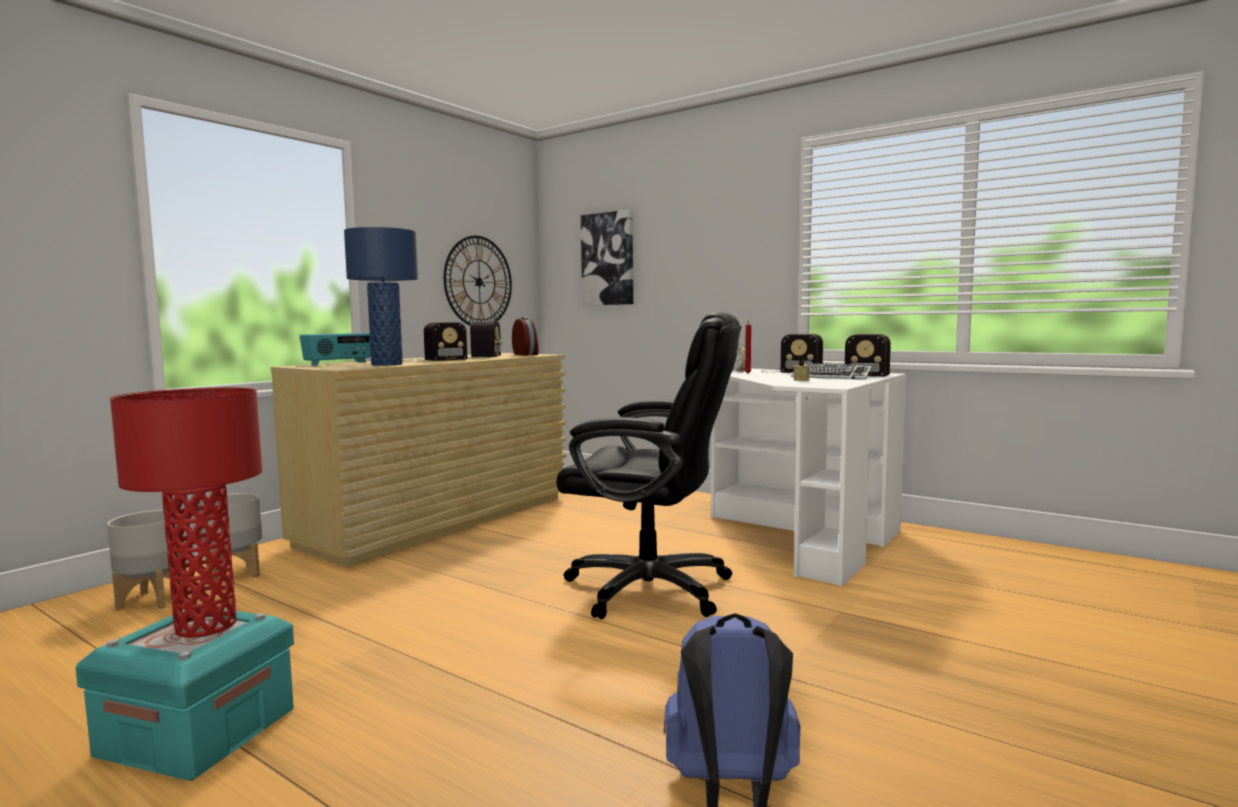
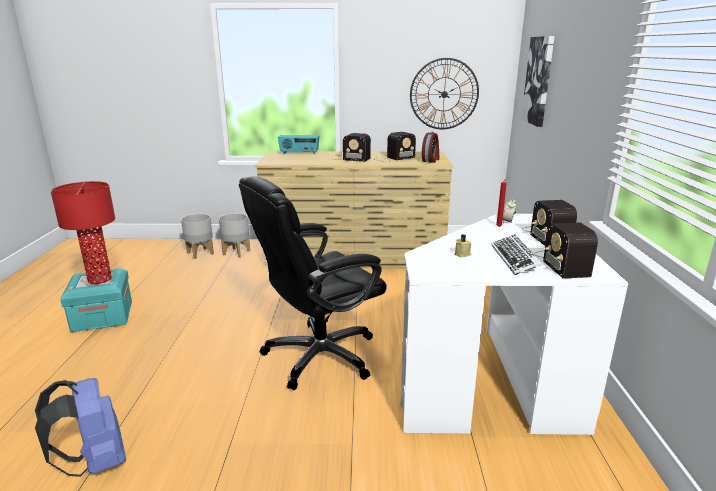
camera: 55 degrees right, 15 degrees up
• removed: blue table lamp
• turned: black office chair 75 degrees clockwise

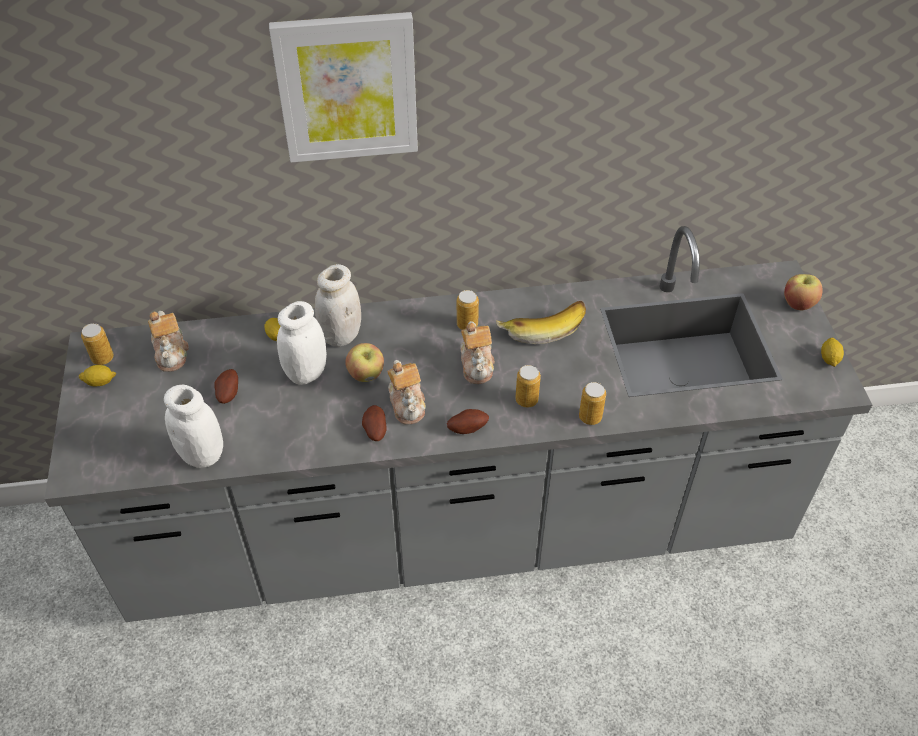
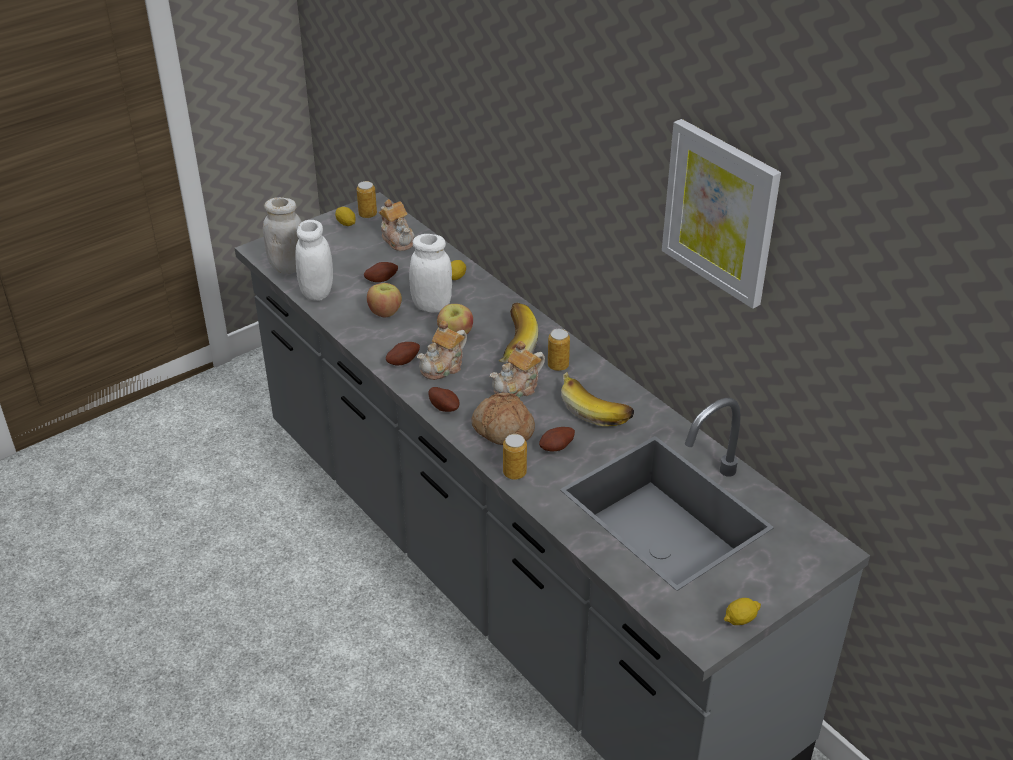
camera: 60 degrees right, 10 degrees down
• added: banana (1st from left)
• added: potato (4th from left)
• moved: picture
• moved: white jar (3rd from left in the first image) to white jar (1st from left)
• moved: apple (2nd from left in the first image) to apple (1st from left)
• replaced: can (3rd from left) to bread
• turned: teapot (1st from left) 75 degrees counterclockwise

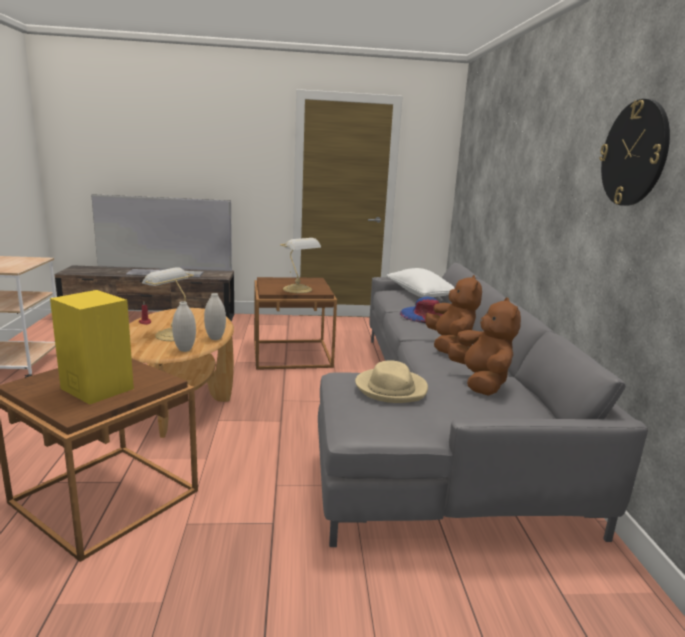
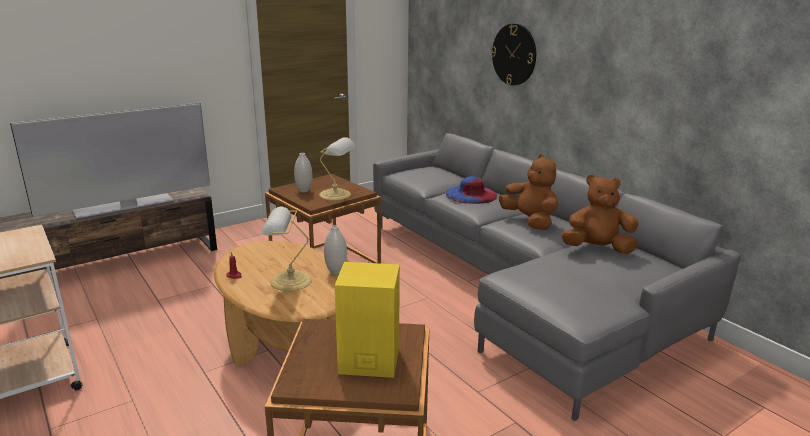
camera: 30 degrees left, 5 degrees up
• removed: beige hat
• removed: white pillow
• moved: white vase (1st from left)
• moved: wall clock
• turned: brown plush toy (2nd from left) 45 degrees counterclockwise

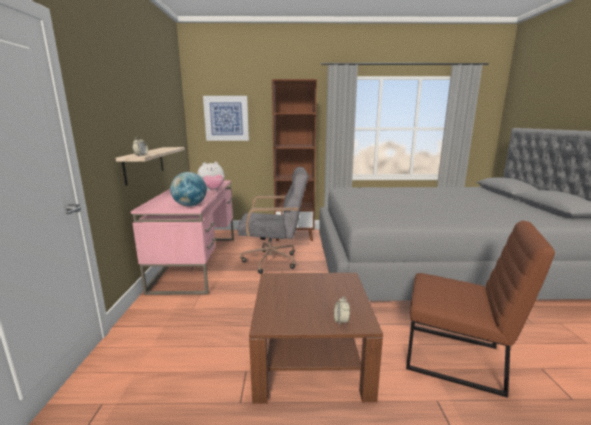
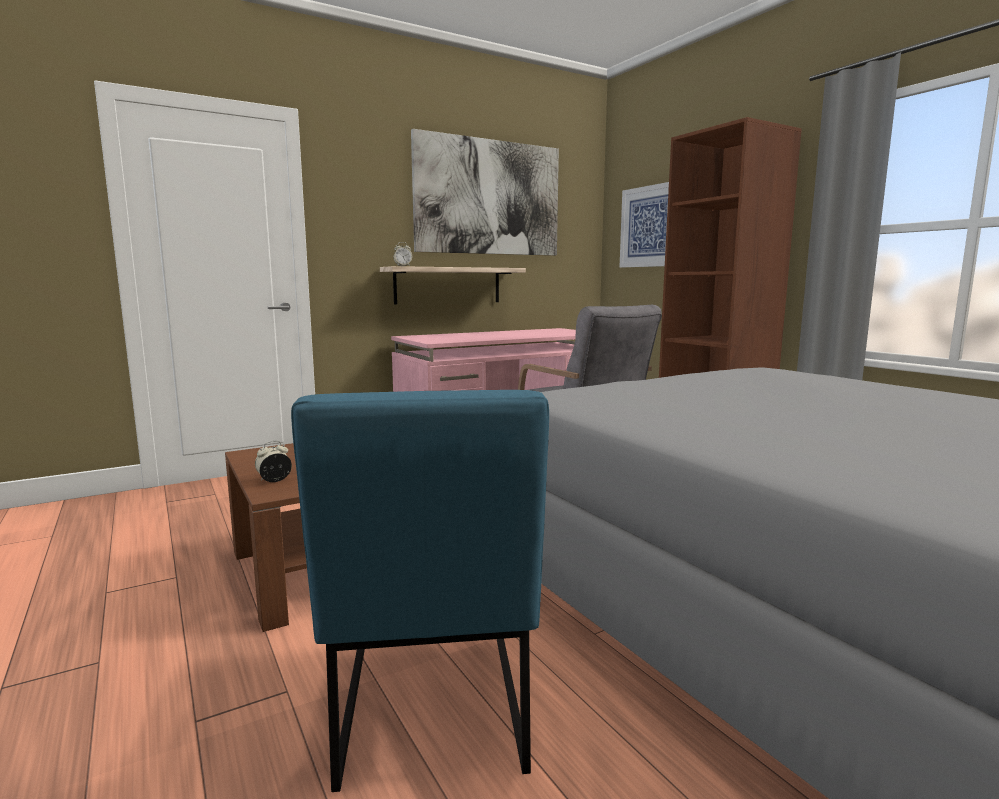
camera: 60 degrees right, 5 degrees down
• removed: globe
• removed: plush toy
• added: picture (1st from left)
• recoloured: brown chair to blue chair

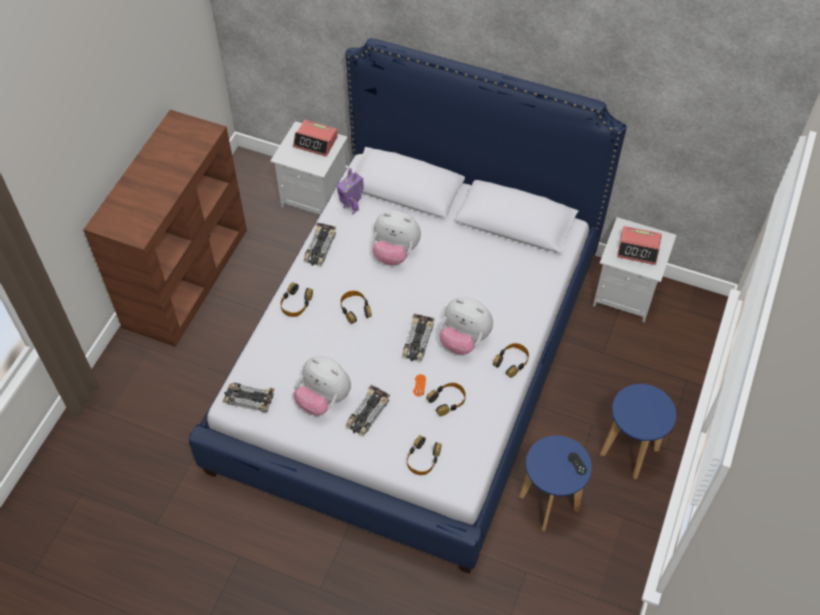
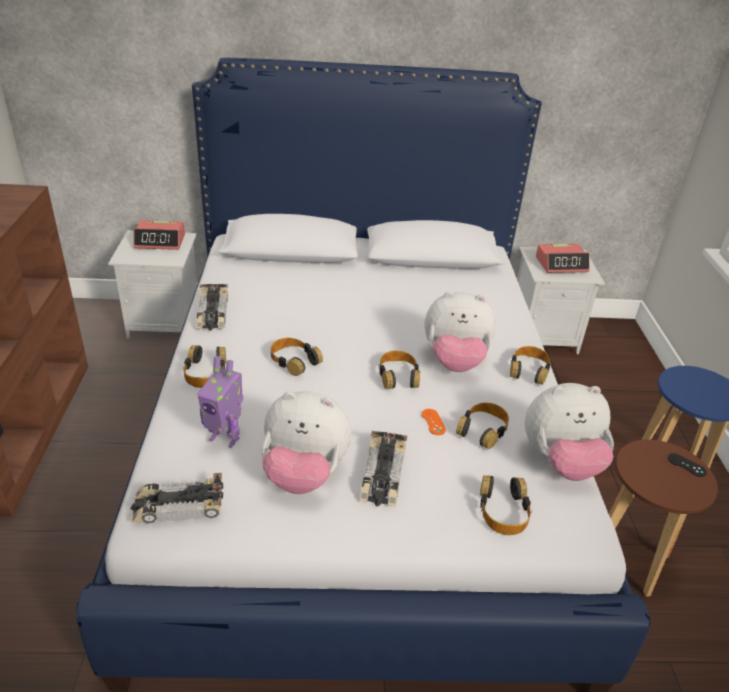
camera: 25 degrees left, 20 degrees down
• moved: toy robot
• moved: plush toy (2nd from left in the first image) to plush toy (3rd from left)
• replaced: toy car (4th from left) to headphones (3rd from left)
• recoloured: blue stool (1st from left) to brown stool

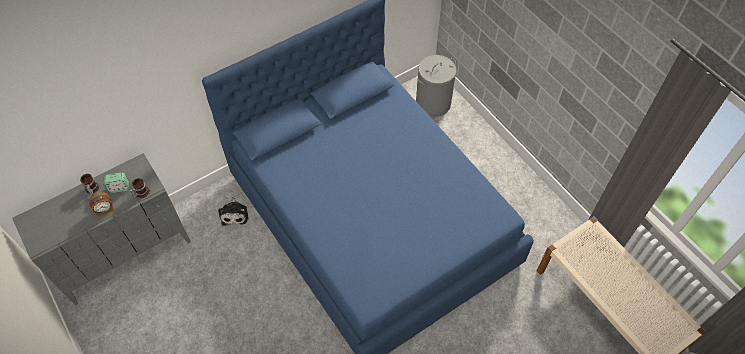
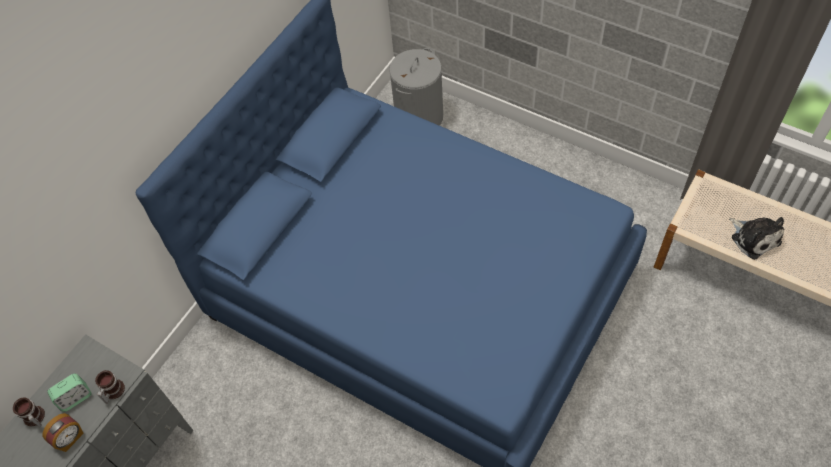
camera: 20 degrees left, 0 degrees up
• moved: plush toy

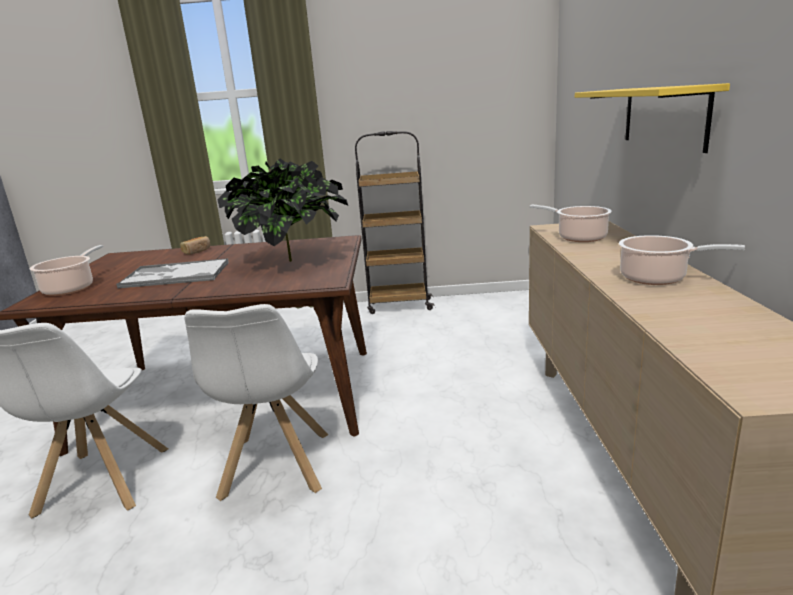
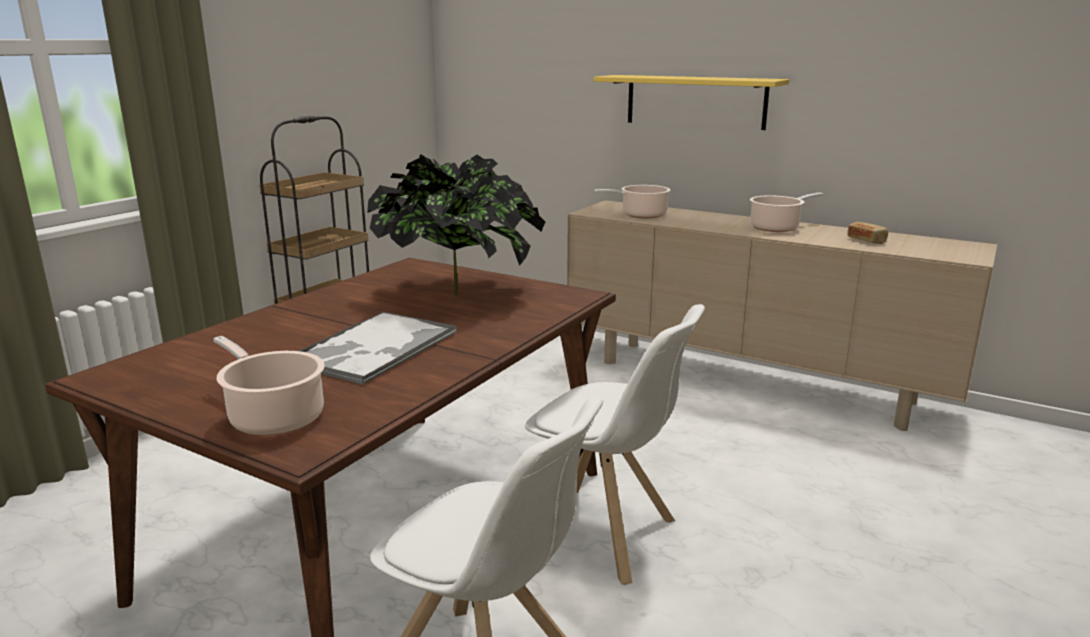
camera: 60 degrees left, 0 degrees up
• moved: bread

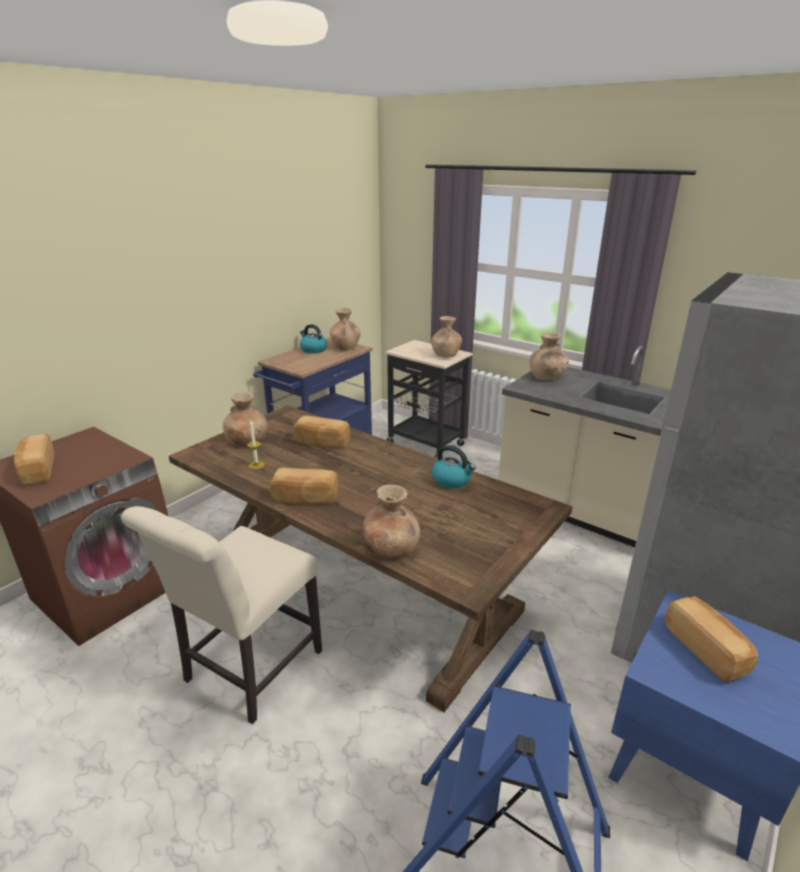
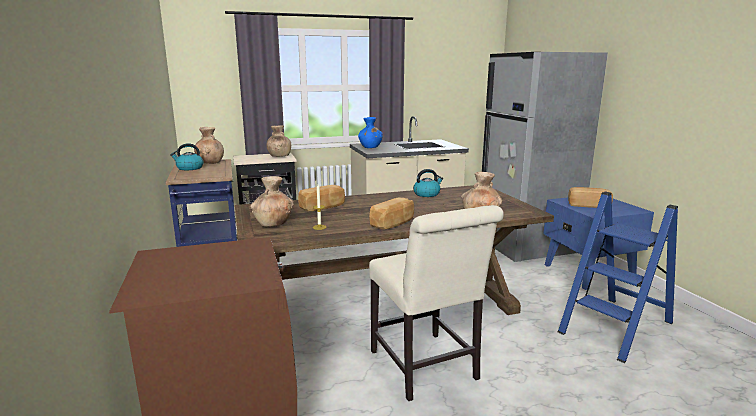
camera: 55 degrees left, 10 degrees down
• removed: bread (1st from left)
• recoloured: brown vase (5th from left) to blue vase

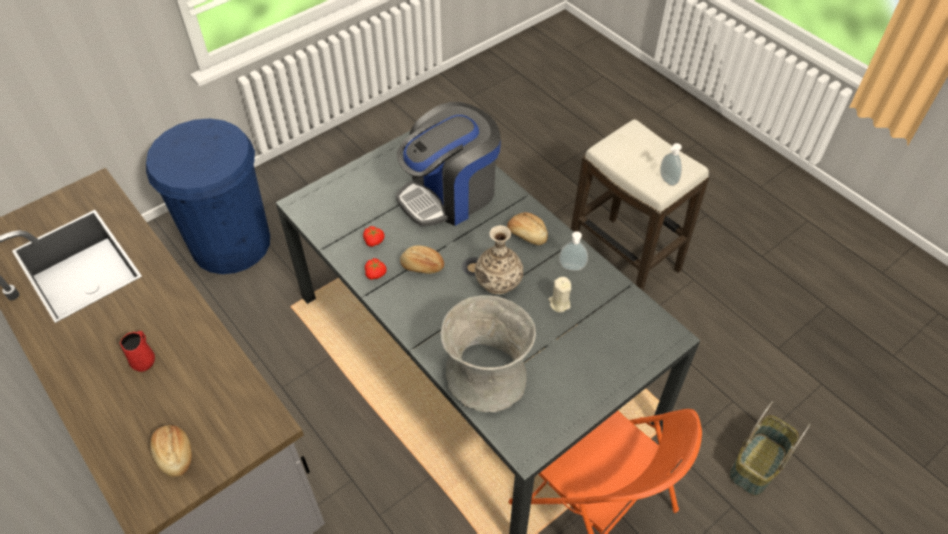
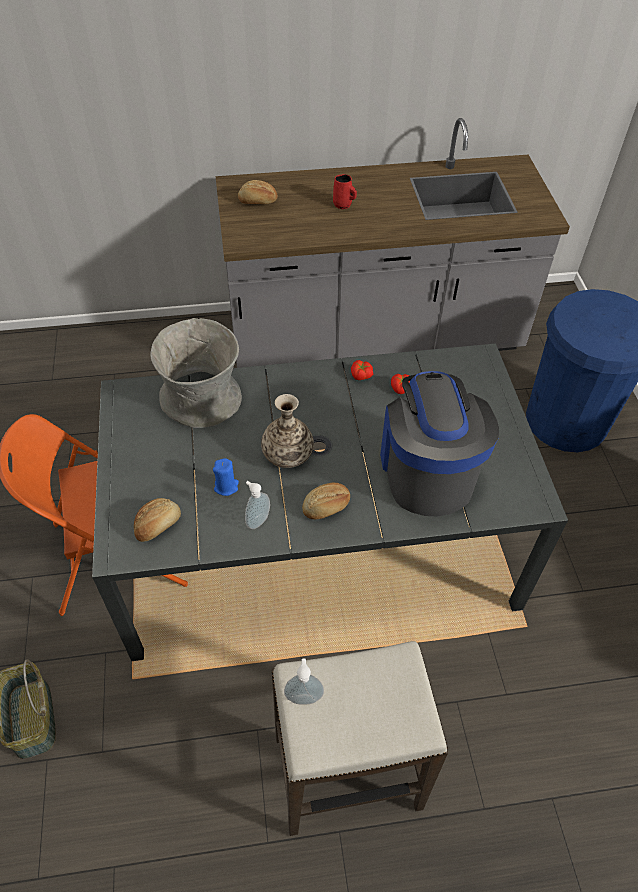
camera: 120 degrees right, 0 degrees up
• moved: bread (2nd from left in the first image) to bread (1st from left)
• recoloured: beige candle to blue candle

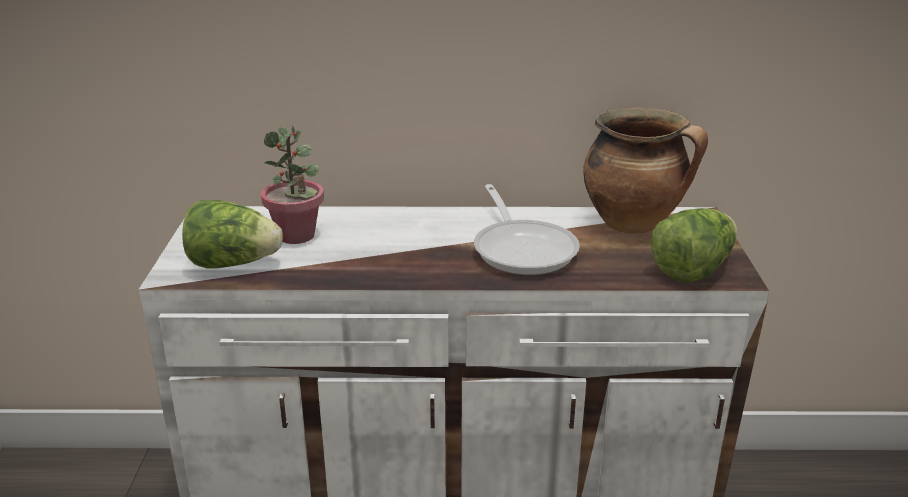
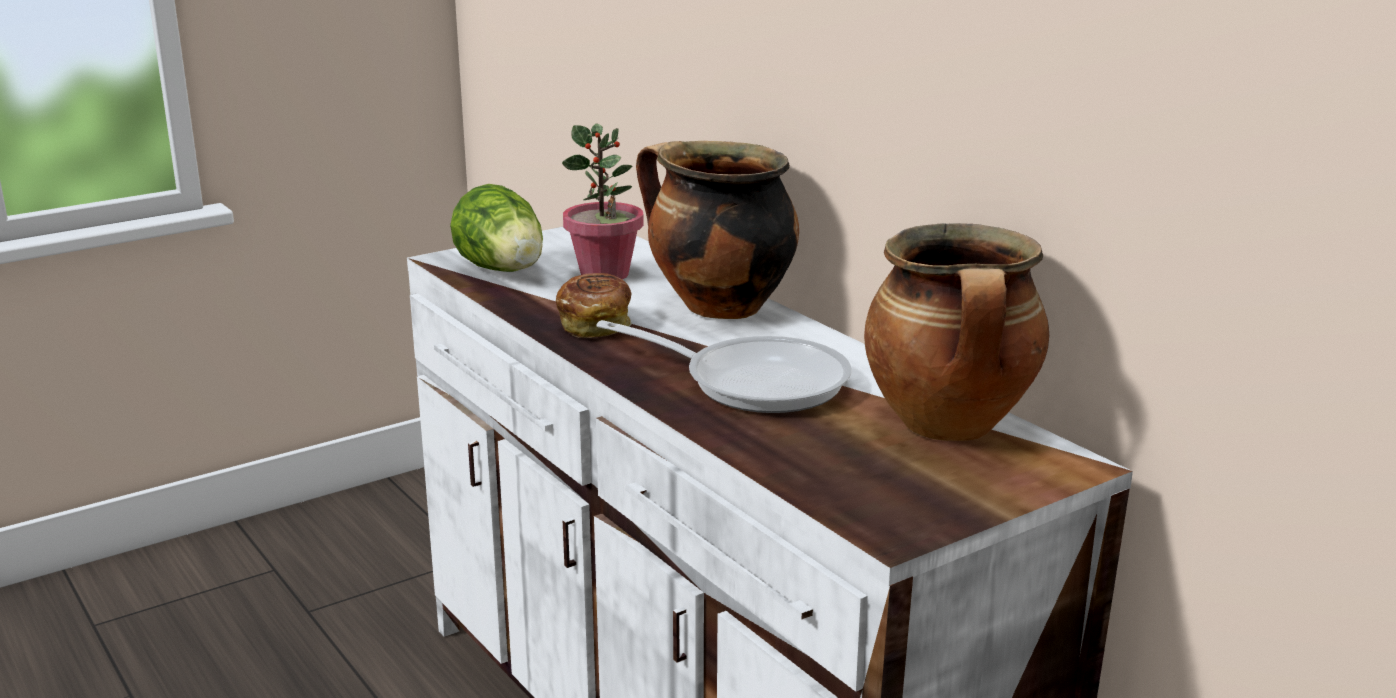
camera: 55 degrees right, 5 degrees down
• removed: lettuce (2nd from left)
• added: bread
• added: cooking pot (1st from left)
• turned: frying pan 105 degrees counterclockwise

